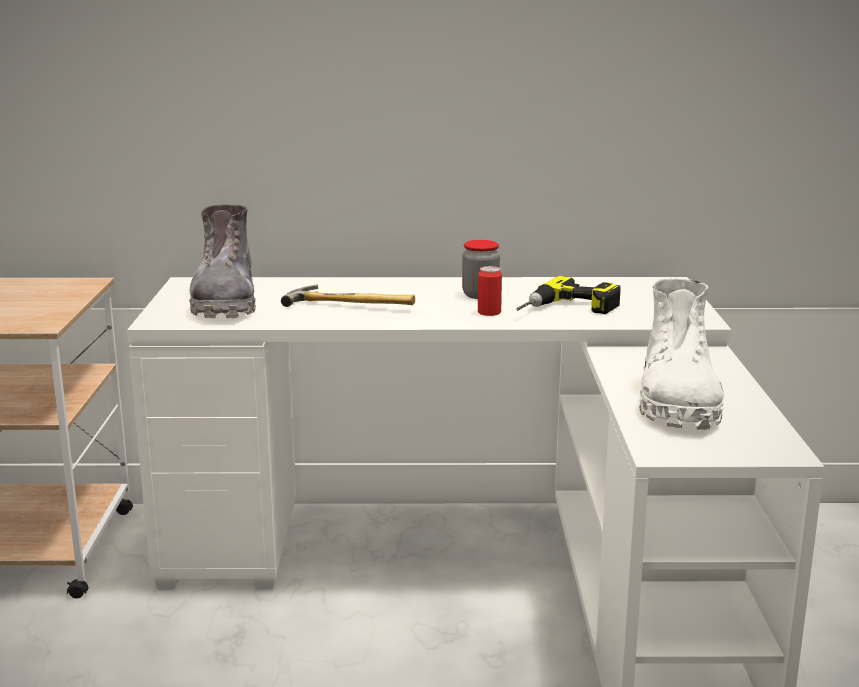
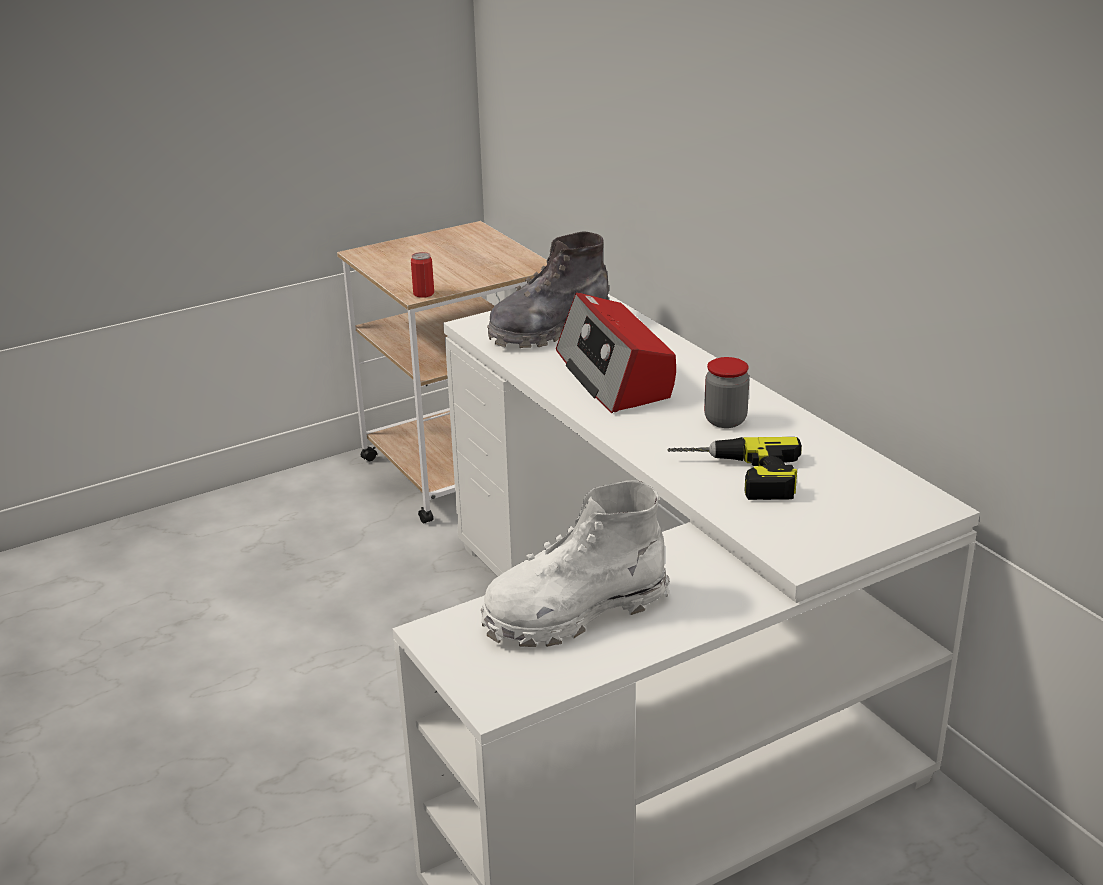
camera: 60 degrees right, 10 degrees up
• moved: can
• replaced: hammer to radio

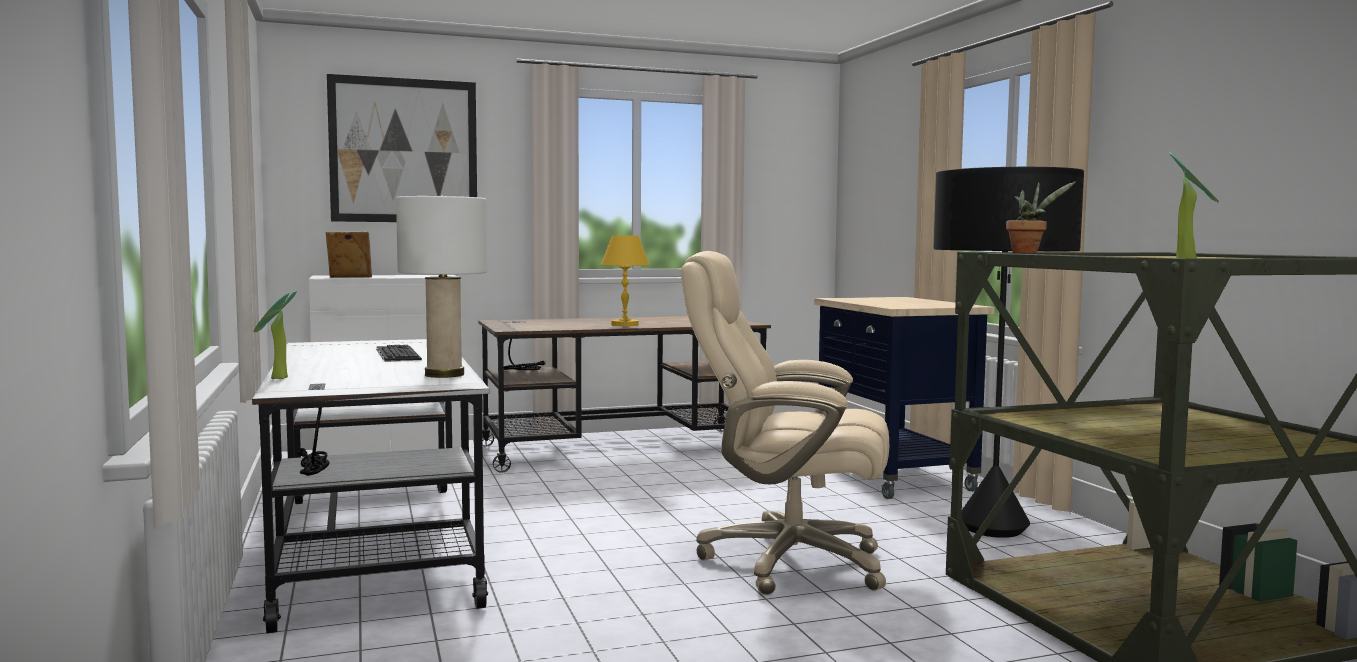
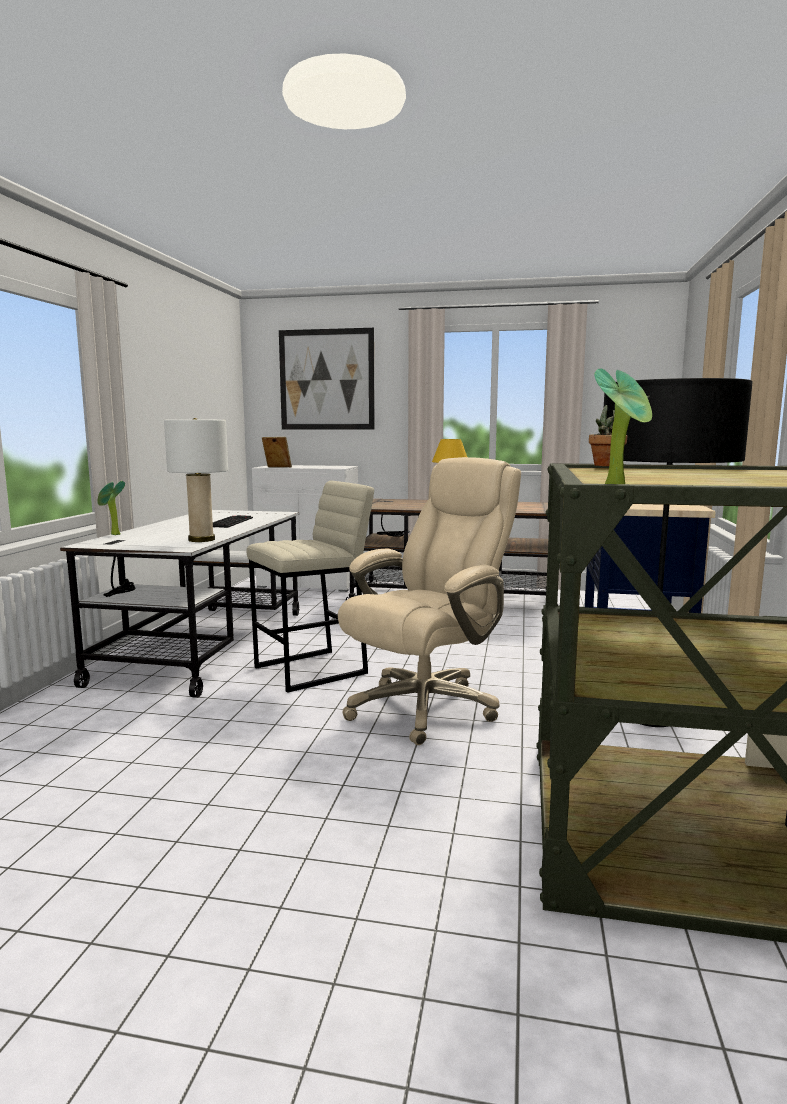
camera: 30 degrees right, 5 degrees up
• added: beige stool
• turned: beige office chair 90 degrees clockwise

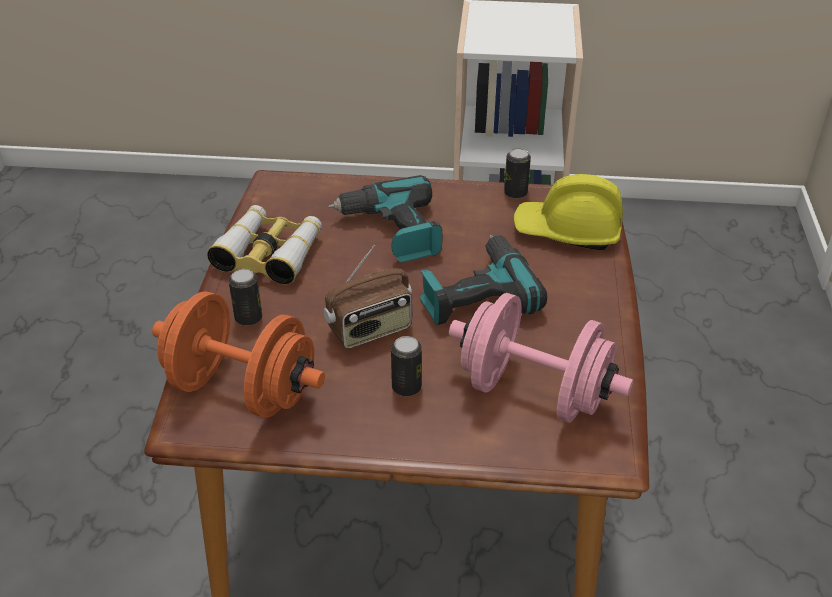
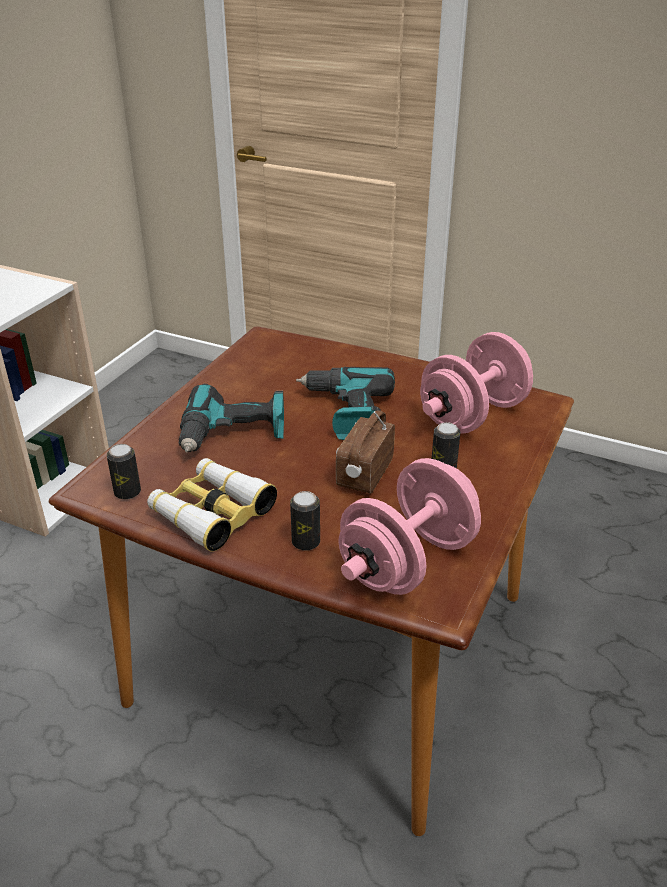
camera: 70 degrees left, 5 degrees down
• removed: yellow hard hat
• moved: can (3rd from left in the first image) to can (1st from left)
• recoloured: orange dumbbell to pink dumbbell (1st from left)
• turned: radio 150 degrees counterclockwise

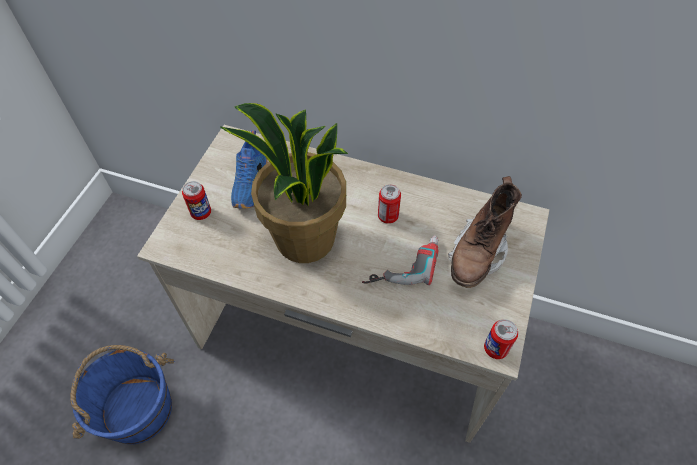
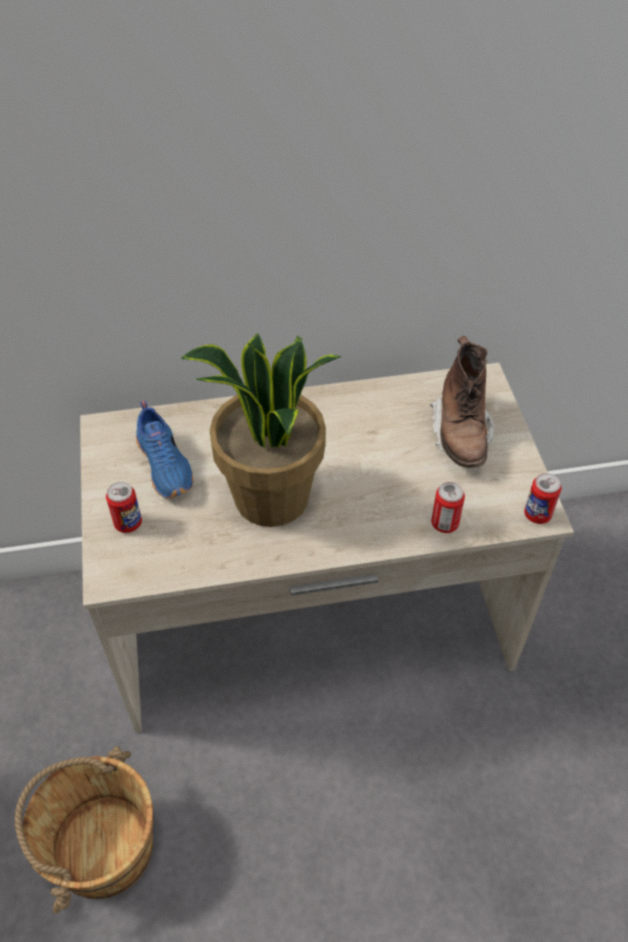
camera: 30 degrees left, 5 degrees down
• removed: power drill
• moved: can (2nd from left)
• recoloured: blue bucket to brown bucket

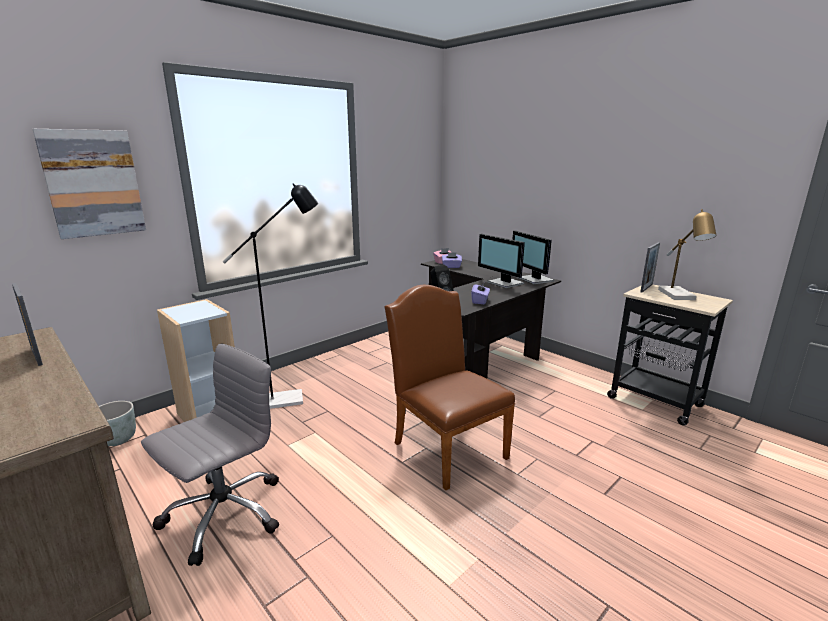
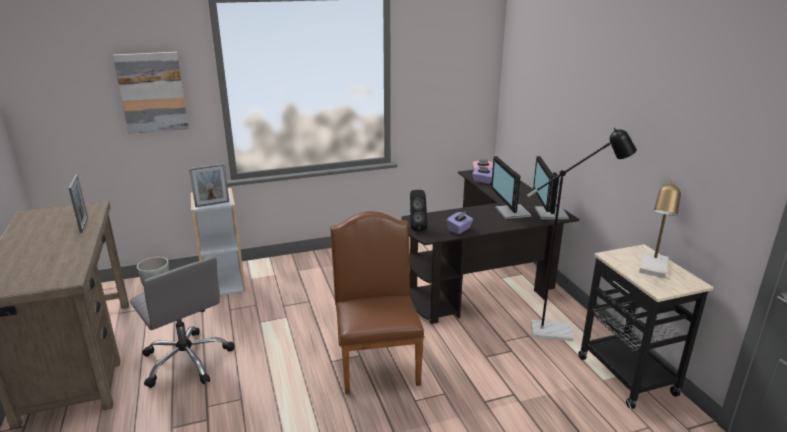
camera: 25 degrees right, 5 degrees up
• moved: black floor lamp
• moved: picture frame (2nd from left)
• turned: grey office chair 75 degrees clockwise

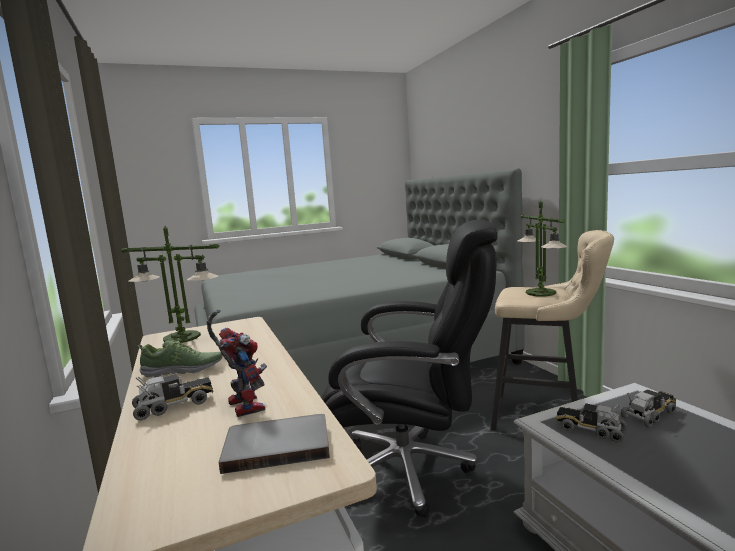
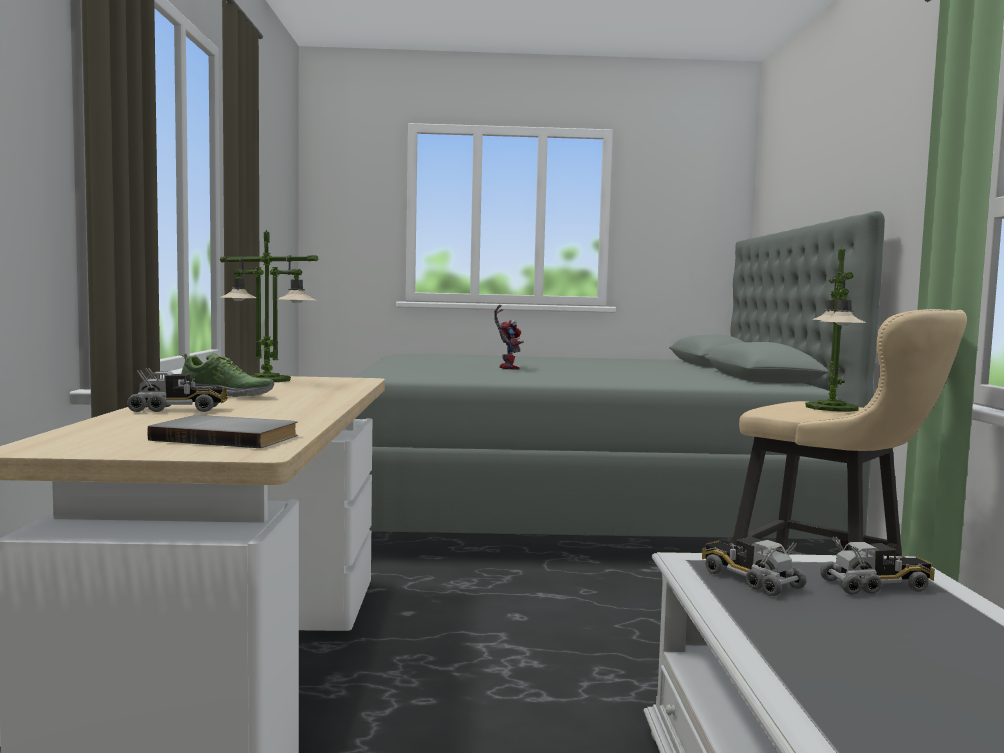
camera: 20 degrees right, 5 degrees down
• removed: black office chair
• moved: toy robot

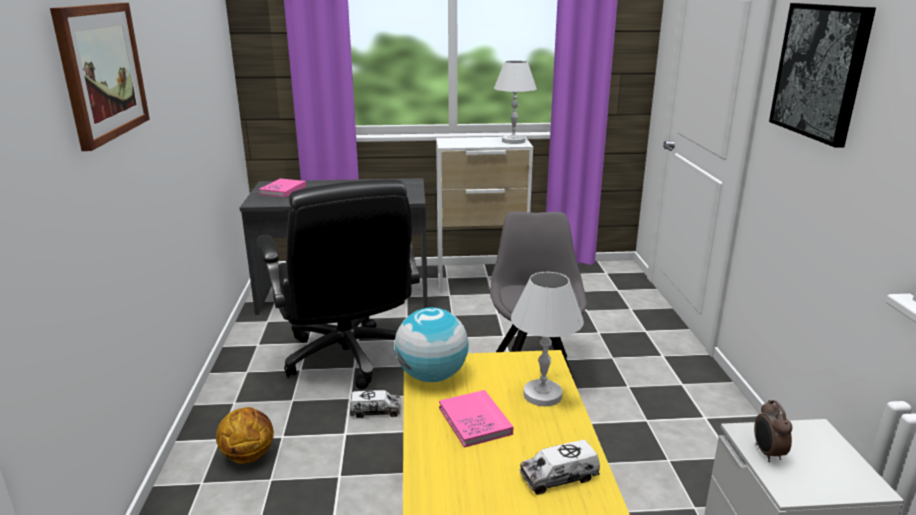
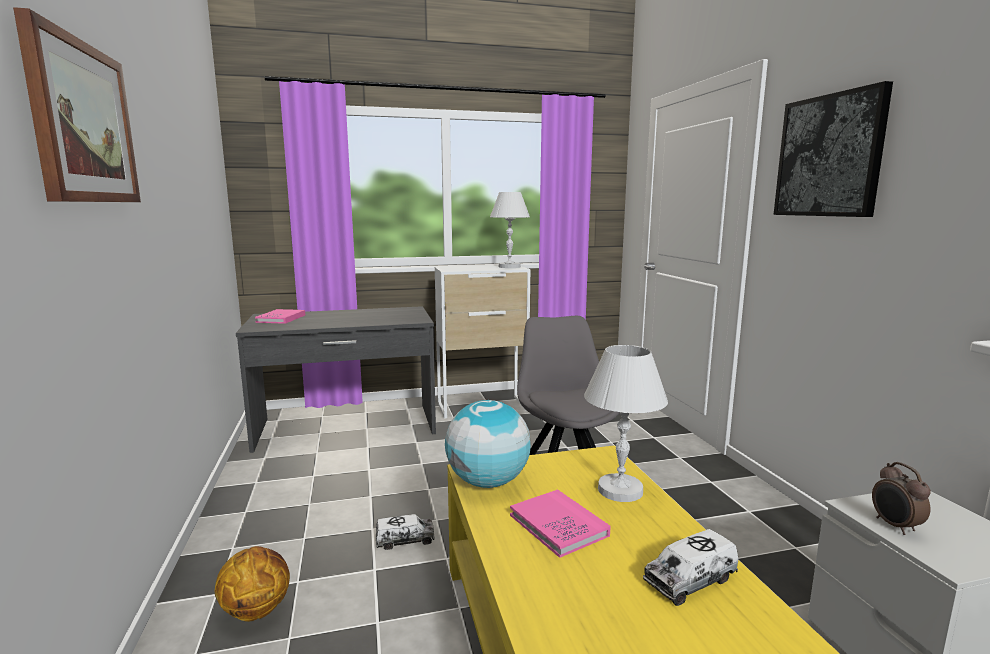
camera: 10 degrees left, 10 degrees down
• removed: black office chair

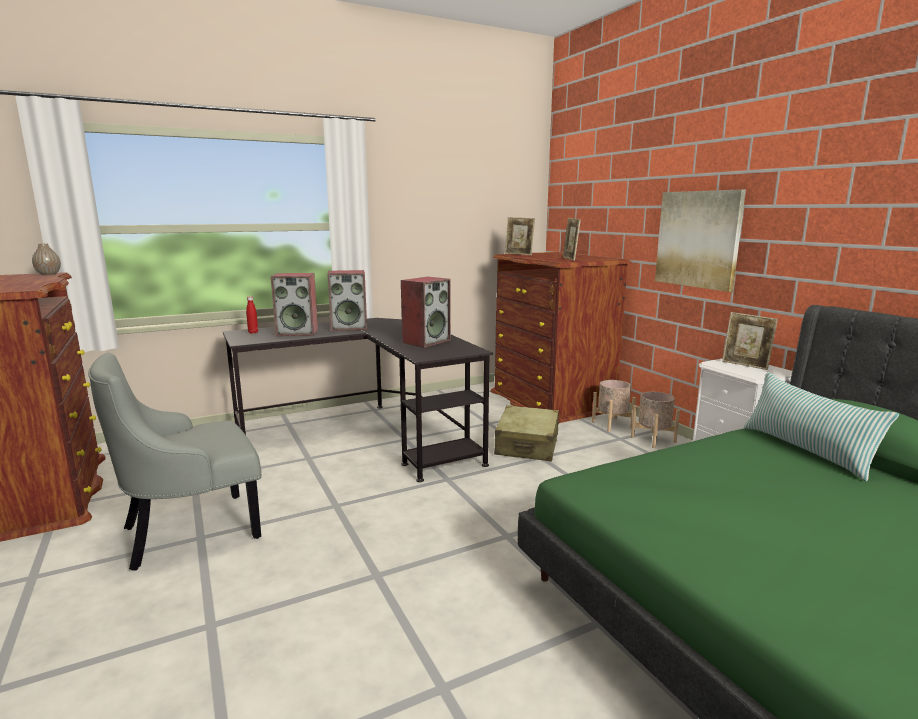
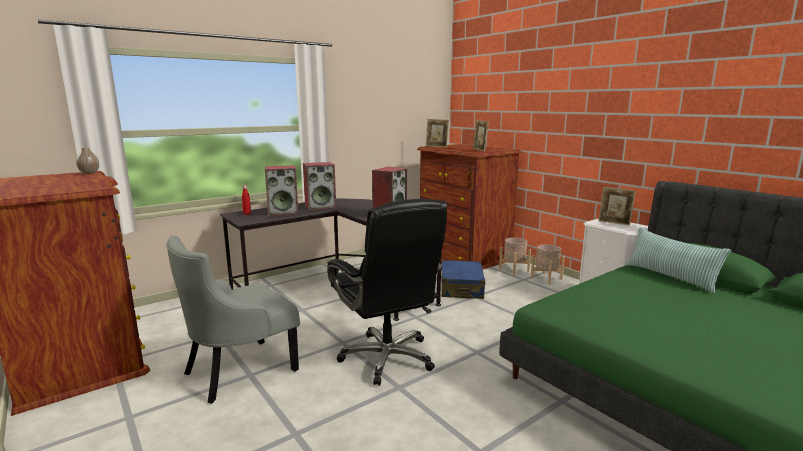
camera: 10 degrees left, 0 degrees up
• removed: picture
• added: black office chair
• recoloured: beige suitcase to blue suitcase

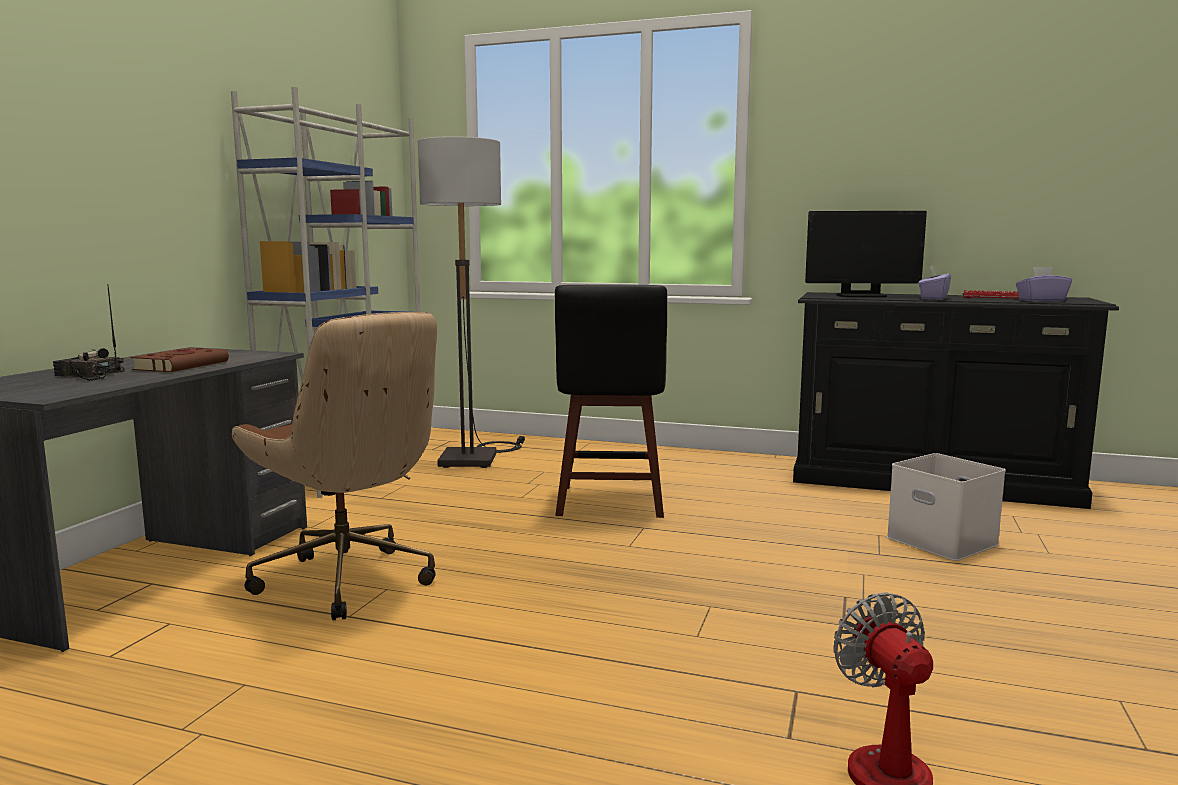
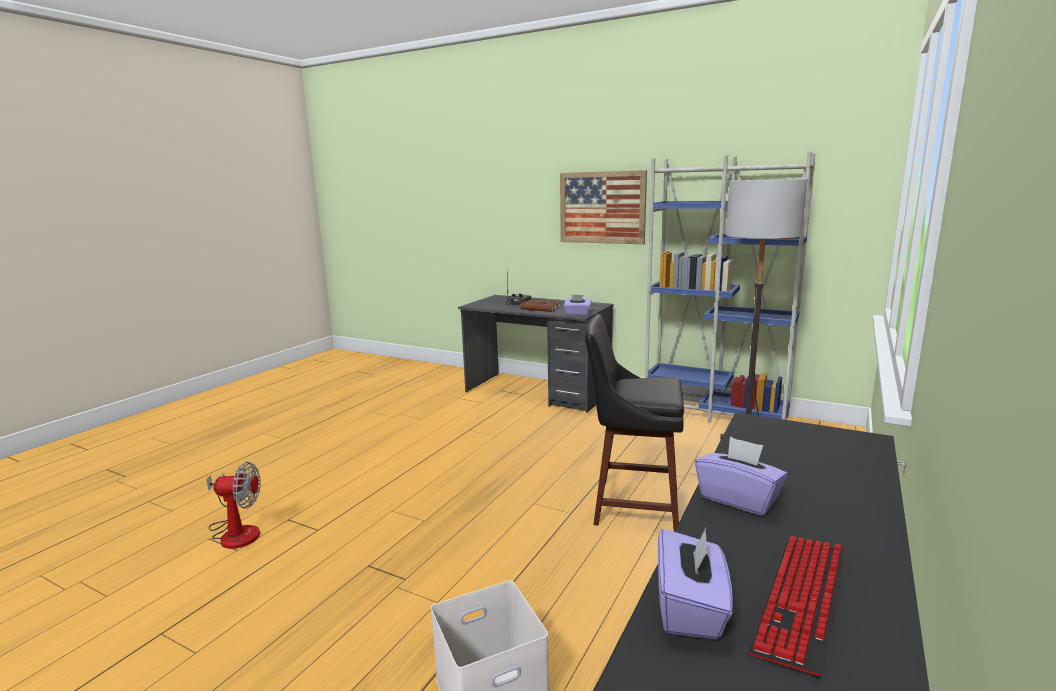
camera: 100 degrees right, 5 degrees up
• removed: brown office chair
• removed: monitor
• added: picture
• added: purple tissue box (1st from left)

